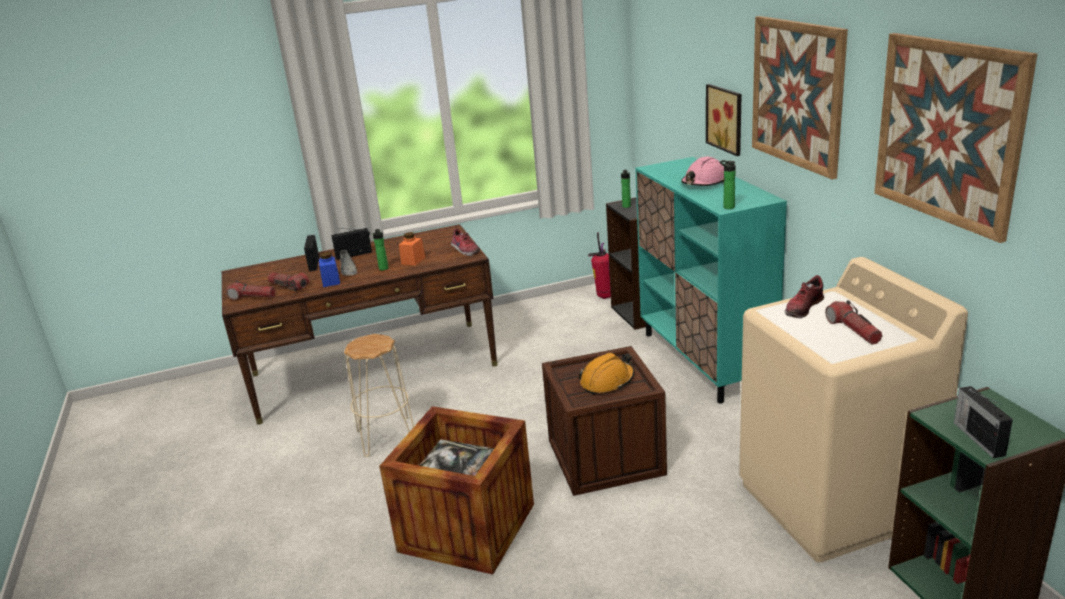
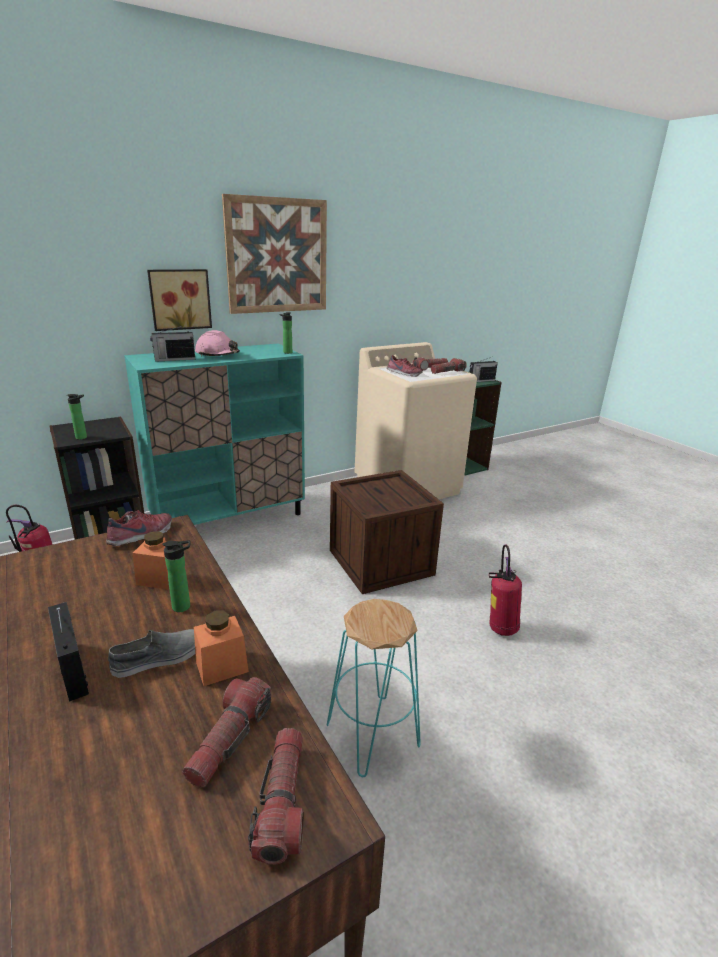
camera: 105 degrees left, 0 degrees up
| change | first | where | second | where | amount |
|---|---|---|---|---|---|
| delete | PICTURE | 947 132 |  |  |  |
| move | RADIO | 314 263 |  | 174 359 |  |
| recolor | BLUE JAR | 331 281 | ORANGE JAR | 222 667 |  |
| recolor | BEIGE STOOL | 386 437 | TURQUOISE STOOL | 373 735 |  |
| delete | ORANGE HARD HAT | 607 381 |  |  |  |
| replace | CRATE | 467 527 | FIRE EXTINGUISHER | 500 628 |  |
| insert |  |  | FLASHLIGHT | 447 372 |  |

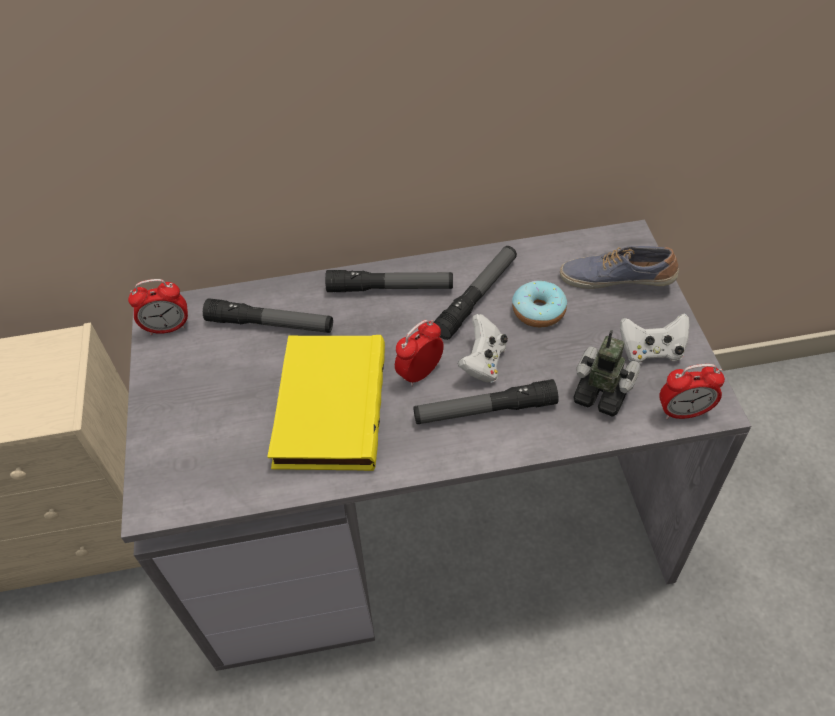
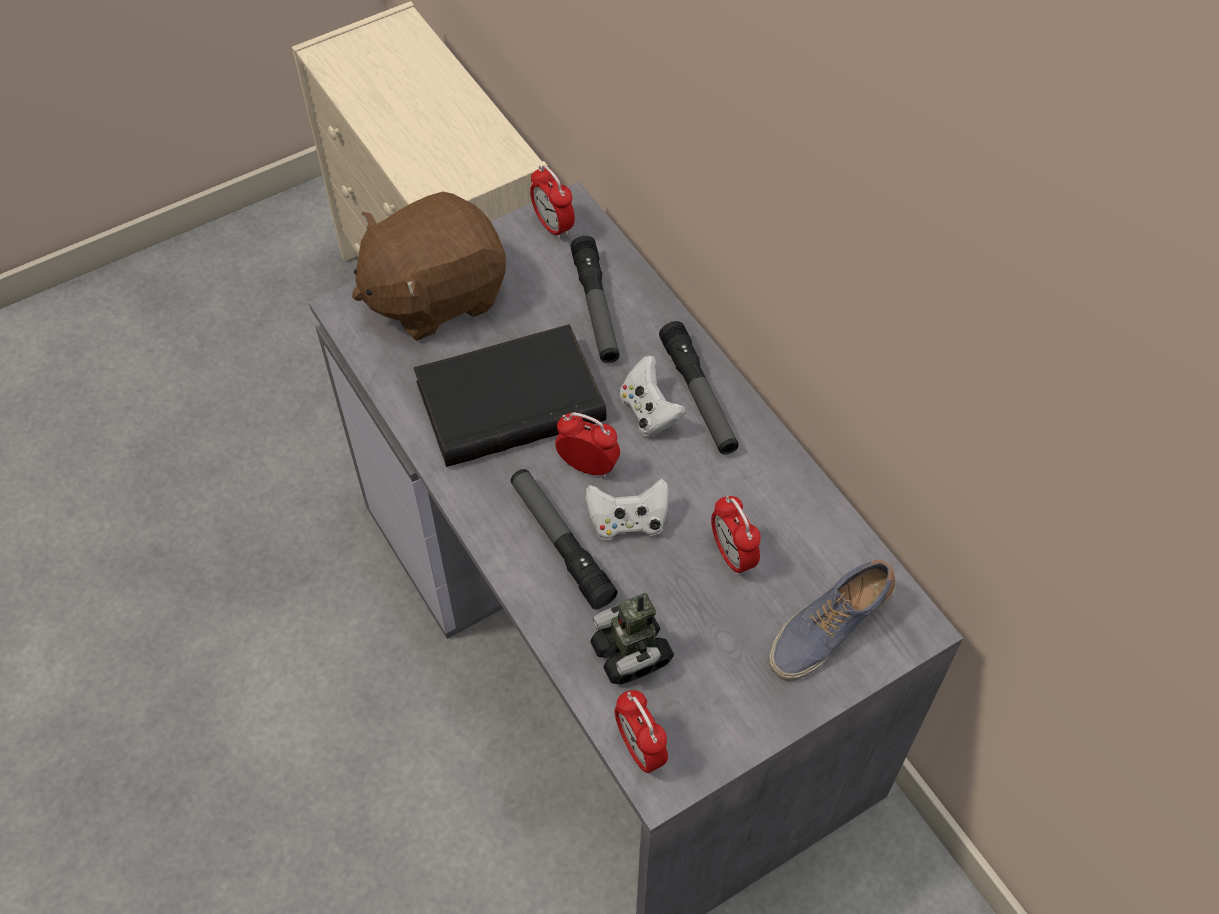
camera: 65 degrees right, 5 degrees up
| change | first | where | second | where | amount |
|---|---|---|---|---|---|
| delete | FLASHLIGHT | 477 297 |  |  |  |
| rotate | SHOE | 616 279 |  | 828 628 | 120 degrees counterclockwise |
| replace | DONUT | 538 311 | ALARM CLOCK | 732 555 |  |
| move | WHITE GAME CONTROLLER | 651 351 |  | 649 412 |  |
| rotate | TOY ROBOT | 601 394 |  | 631 654 | 150 degrees clockwise |
| recolor | YELLOW BOOK | 327 405 | BLACK BOOK | 510 398 |  |
| insert |  |  | BROWN PLUSH TOY | 434 295 |  |

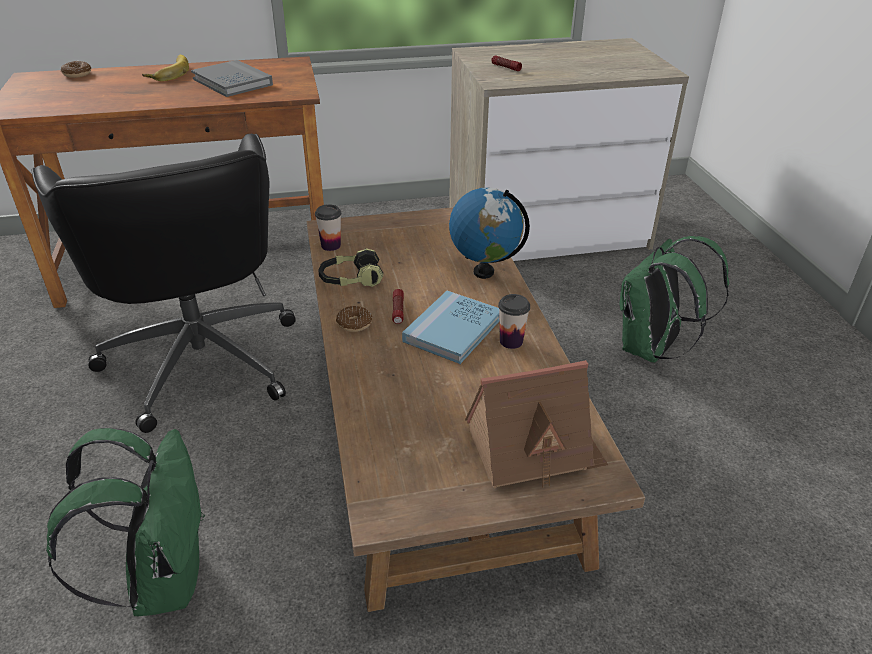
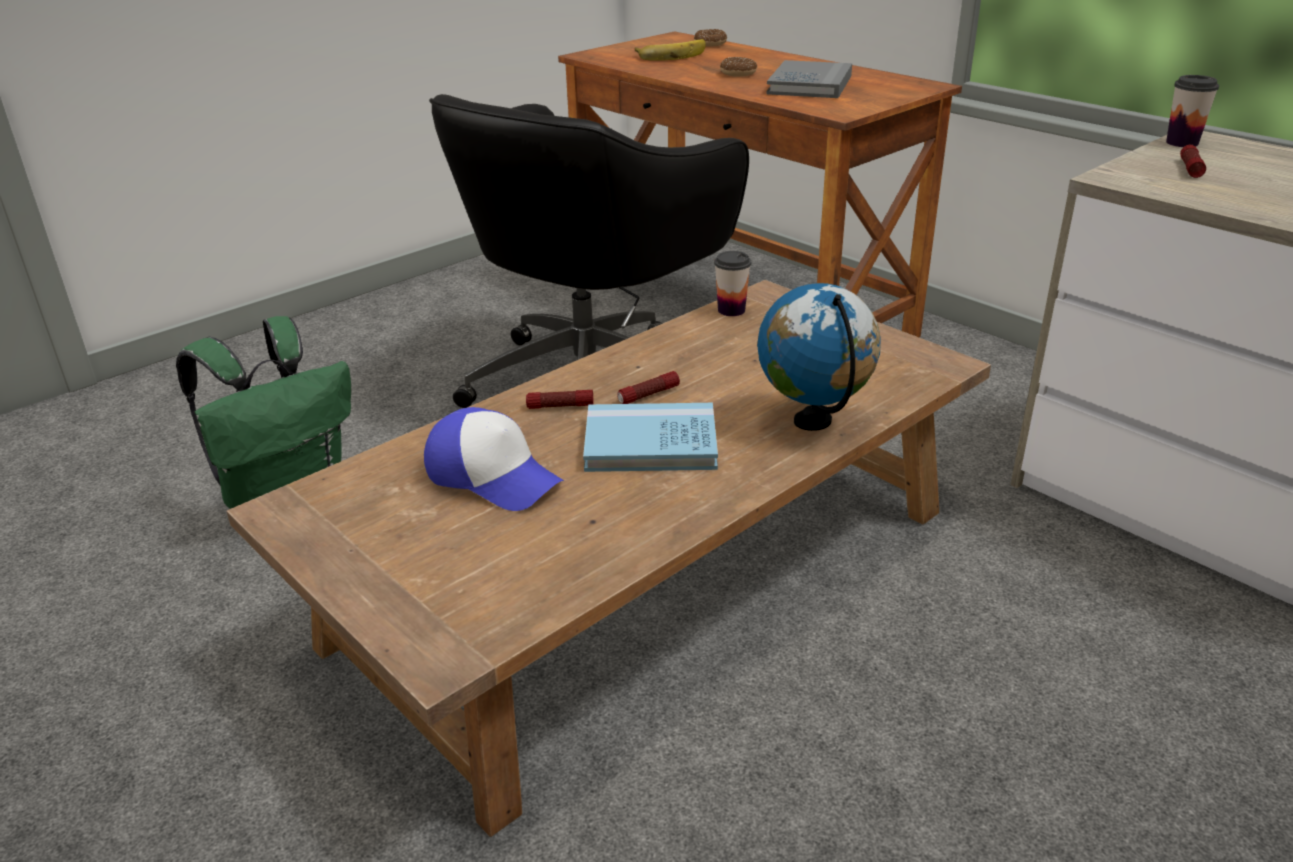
camera: 60 degrees right, 5 degrees down
| change | first | where | second | where | amount |
|---|---|---|---|---|---|
| move | BANANA | 168 72 |  | 670 55 |  |
| delete | GREEN BACKPACK | 651 349 |  |  |  |
| delete | HEADPHONES | 351 280 |  |  |  |
| move | CUP | 511 341 |  | 1182 143 |  |
| move | DONUT | 354 324 |  | 738 73 |  |
| delete | TOY HOUSE | 533 449 |  |  |  |
| insert |  |  | FLASHLIGHT | 560 406 |  |
| insert |  |  | CAP | 493 476 |  |

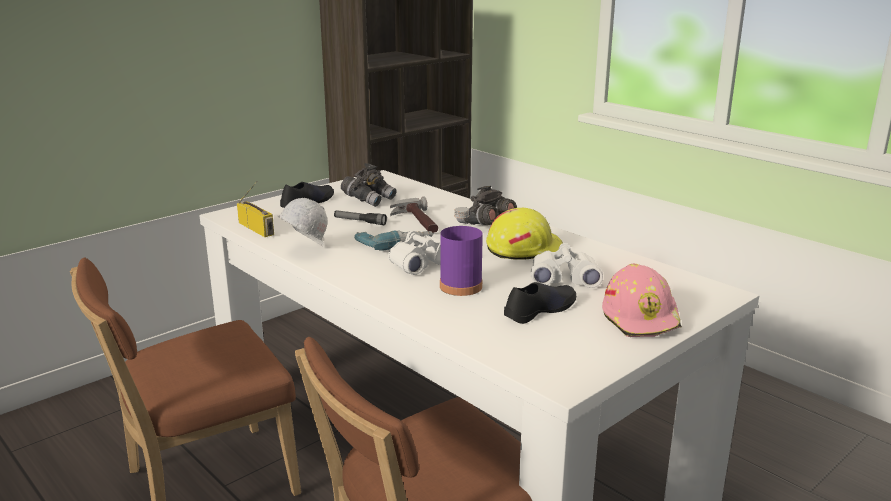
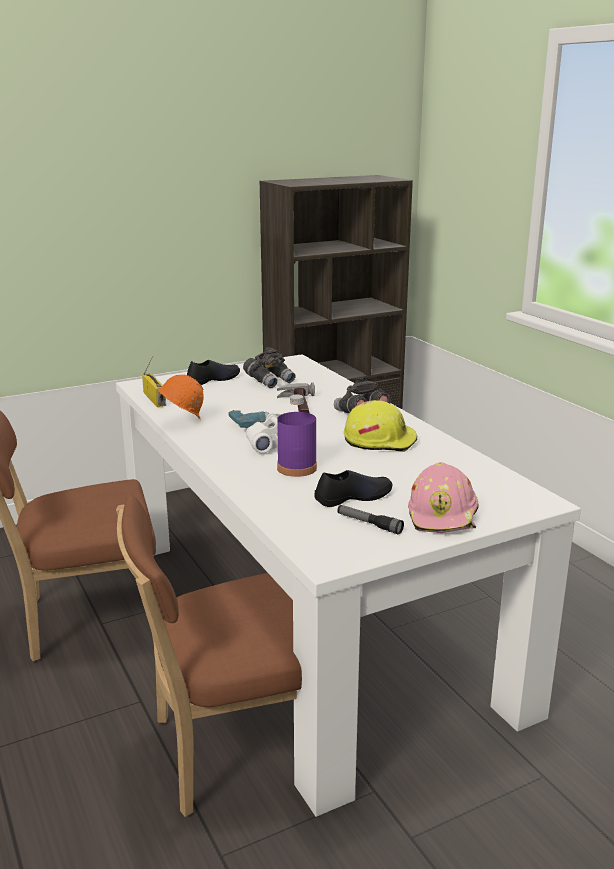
camera: 15 degrees right, 0 degrees up
| change | first | where | second | where | amount |
|---|---|---|---|---|---|
| recolor | WHITE HARD HAT | 303 250 | ORANGE HARD HAT | 182 422 |  |
| move | FLASHLIGHT | 360 222 |  | 369 524 |  |
| delete | WHITE BINOCULARS | 564 278 |  |  |  |

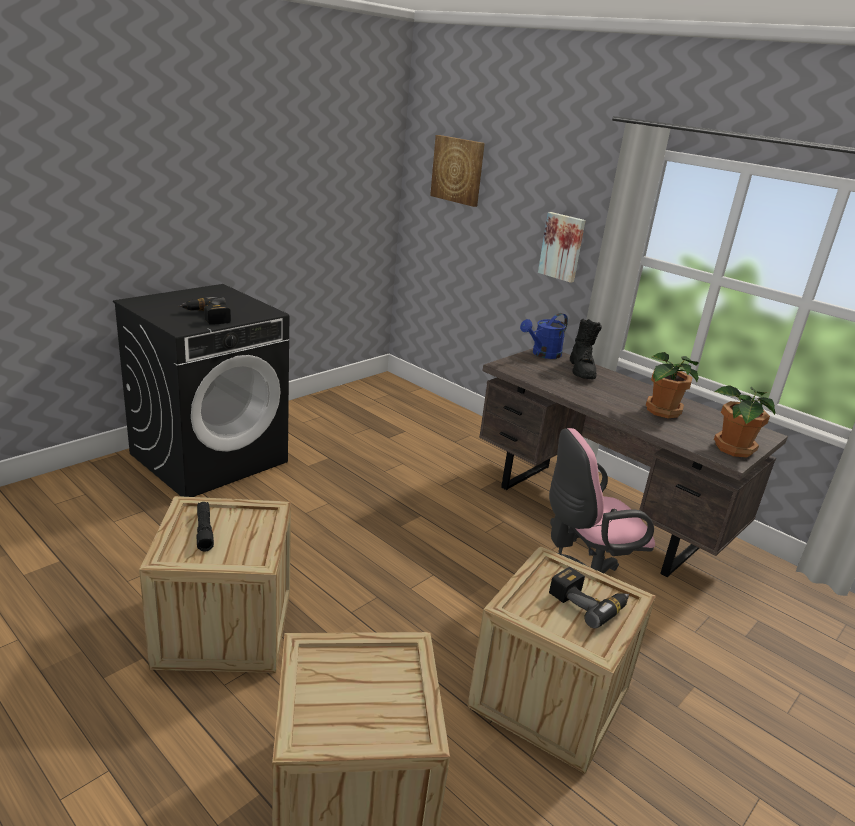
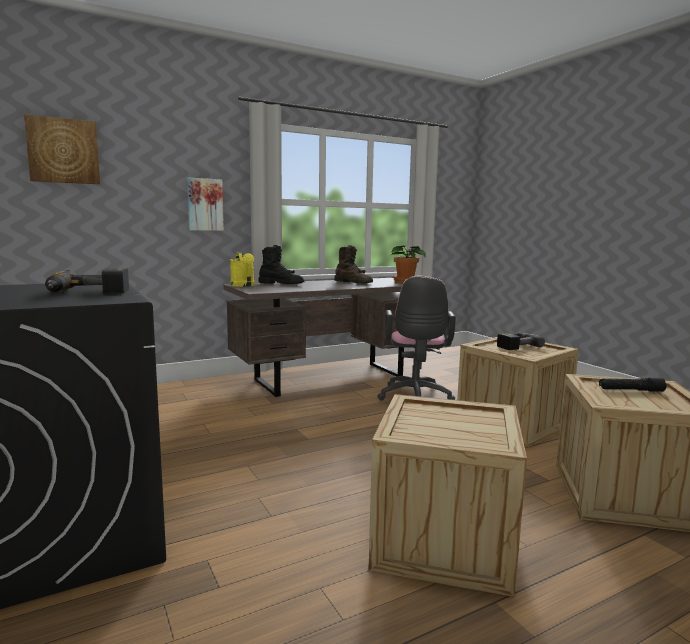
camera: 70 degrees left, 15 degrees down
| change | first | where | second | where | amount |
|---|---|---|---|---|---|
| recolor | BLUE WATERING CAN | 543 354 | YELLOW WATERING CAN | 243 285 |  |
| replace | POTTED PLANT | 661 411 | BROWN BOOT | 353 283 |  |
| move | BLACK FLASHLIGHT | 204 530 |  | 631 390 |  |

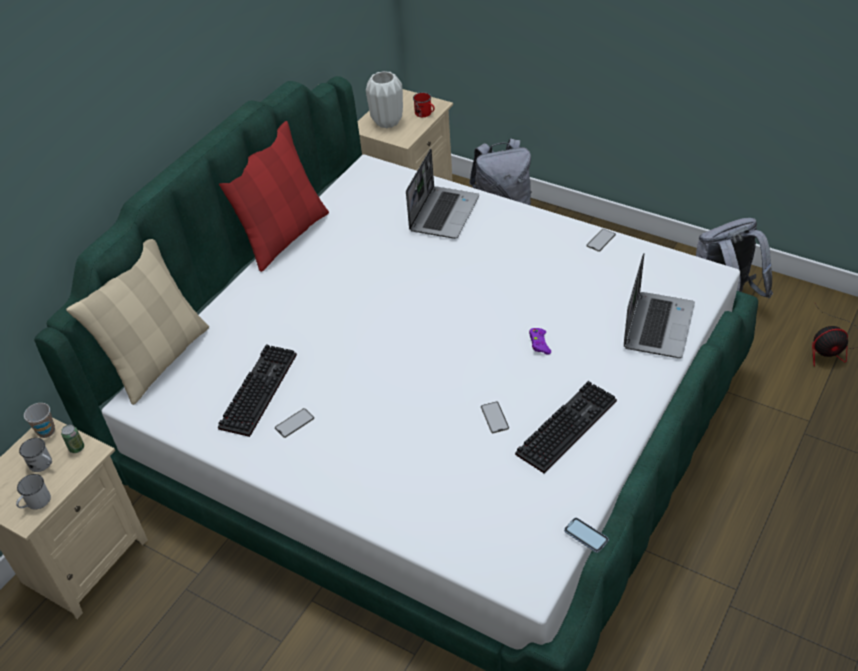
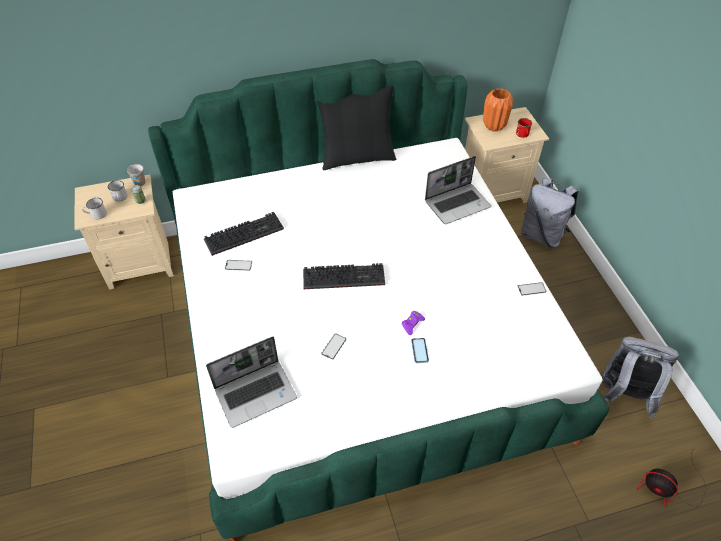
camera: 40 degrees right, 5 degrees up
| change | first | where | second | where | amount |
|---|---|---|---|---|---|
| recolor | WHITE VASE | 388 122 | ORANGE VASE | 494 126 |  |
| recolor | RED PILLOW | 283 236 | BLACK PILLOW | 357 157 |  |
| delete | BEIGE PILLOW | 158 359 |  |  |  |
| move | LAPTOP | 657 325 |  | 256 393 |  |
| move | KEYBOARD | 566 425 |  | 345 276 |  |
| move | PHONE | 586 536 |  | 419 351 |  |

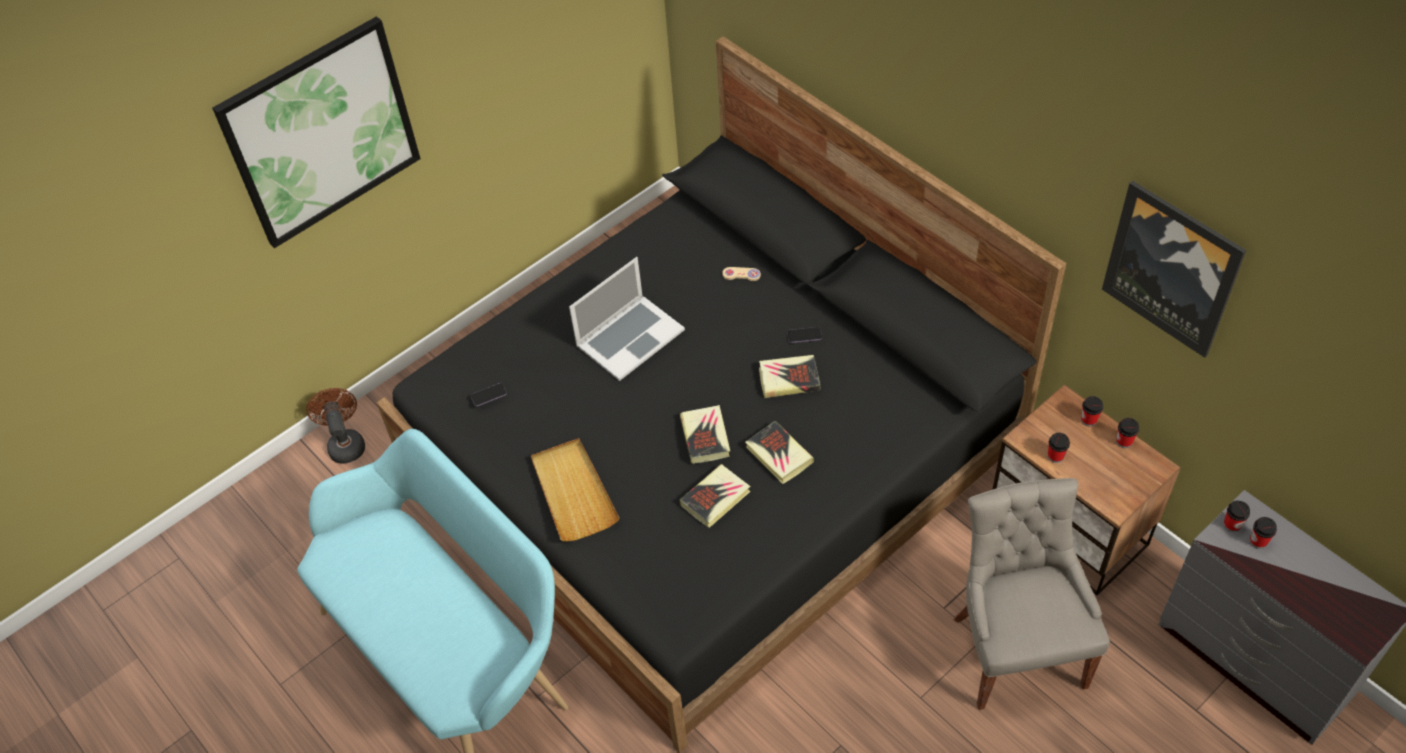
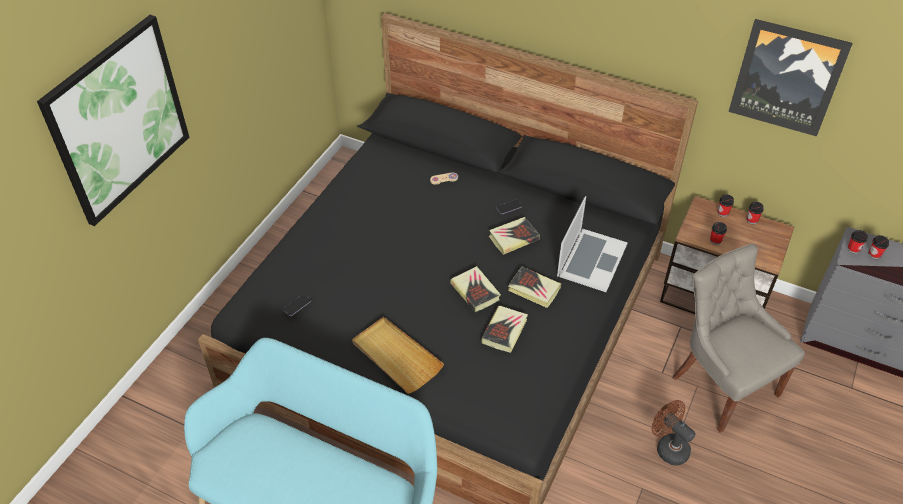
camera: 25 degrees left, 5 degrees down
| change | first | where | second | where | amount |
|---|---|---|---|---|---|
| move | LAPTOP | 629 337 |  | 591 259 |  |
| move | BROWN FAN | 345 443 |  | 668 447 |  |

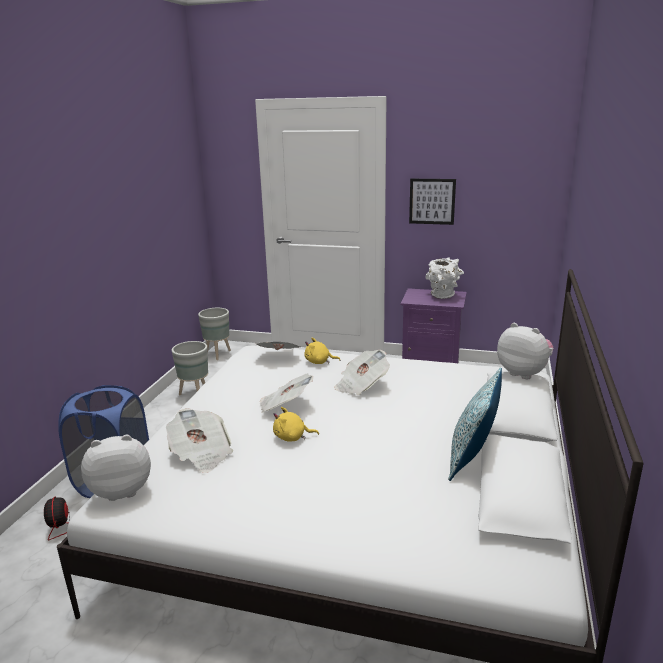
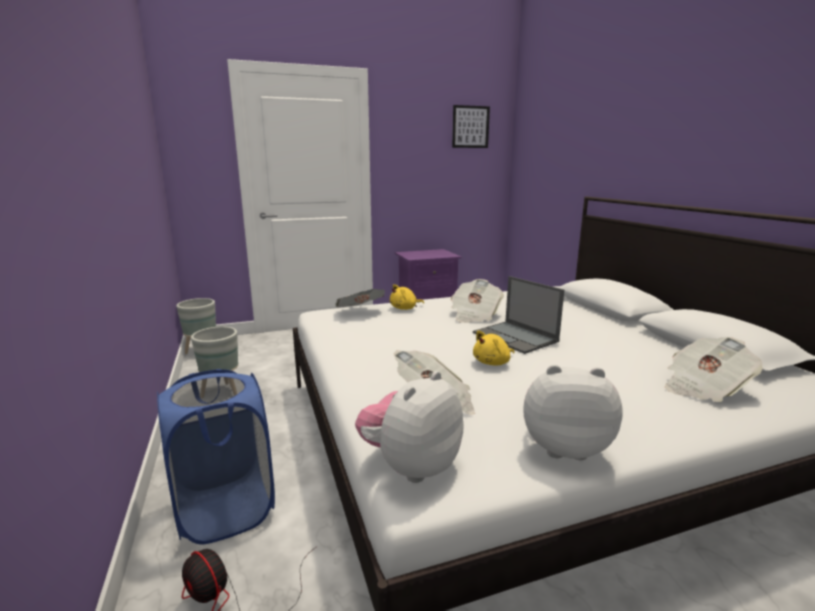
camera: 35 degrees left, 5 degrees down
| change | first | where | second | where | amount |
|---|---|---|---|---|---|
| move | PICTURE | 432 201 |  | 470 127 |  |
| delete | WHITE VASE | 443 296 |  |  |  |
| move | PLUSH TOY | 523 373 |  | 564 447 |  |
| delete | PILLOW | 472 458 |  |  |  |
| move | NEWSPAPER | 285 406 |  | 703 388 |  |
| insert |  |  | LAPTOP | 516 337 |  |

